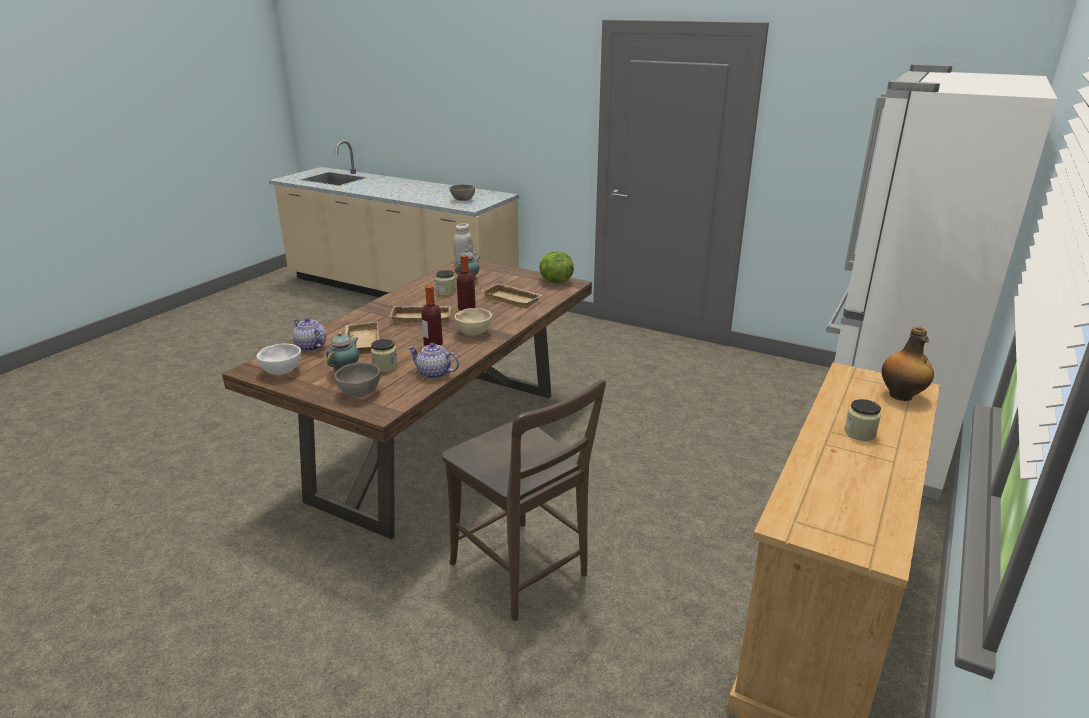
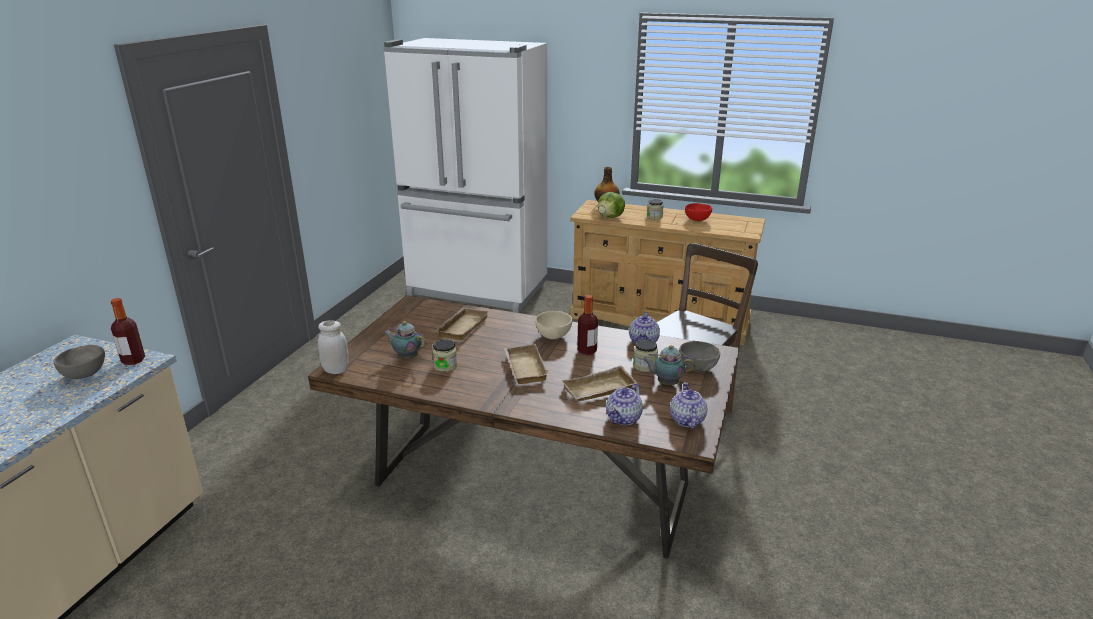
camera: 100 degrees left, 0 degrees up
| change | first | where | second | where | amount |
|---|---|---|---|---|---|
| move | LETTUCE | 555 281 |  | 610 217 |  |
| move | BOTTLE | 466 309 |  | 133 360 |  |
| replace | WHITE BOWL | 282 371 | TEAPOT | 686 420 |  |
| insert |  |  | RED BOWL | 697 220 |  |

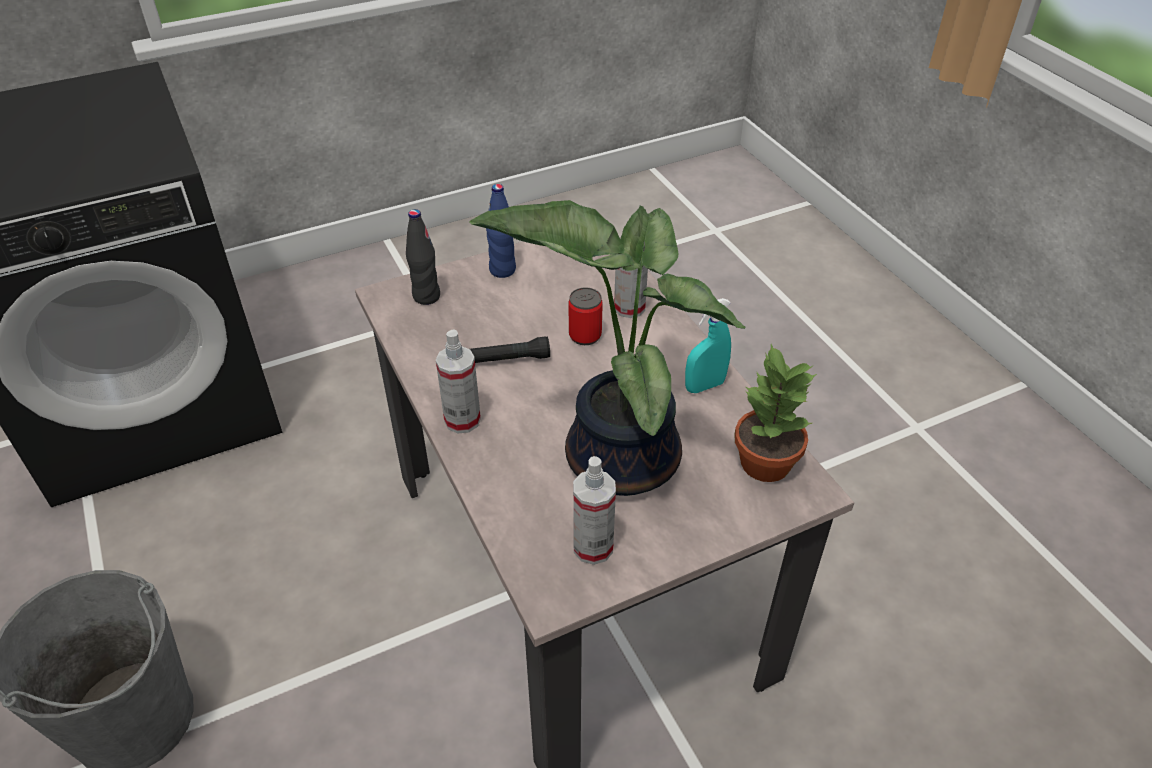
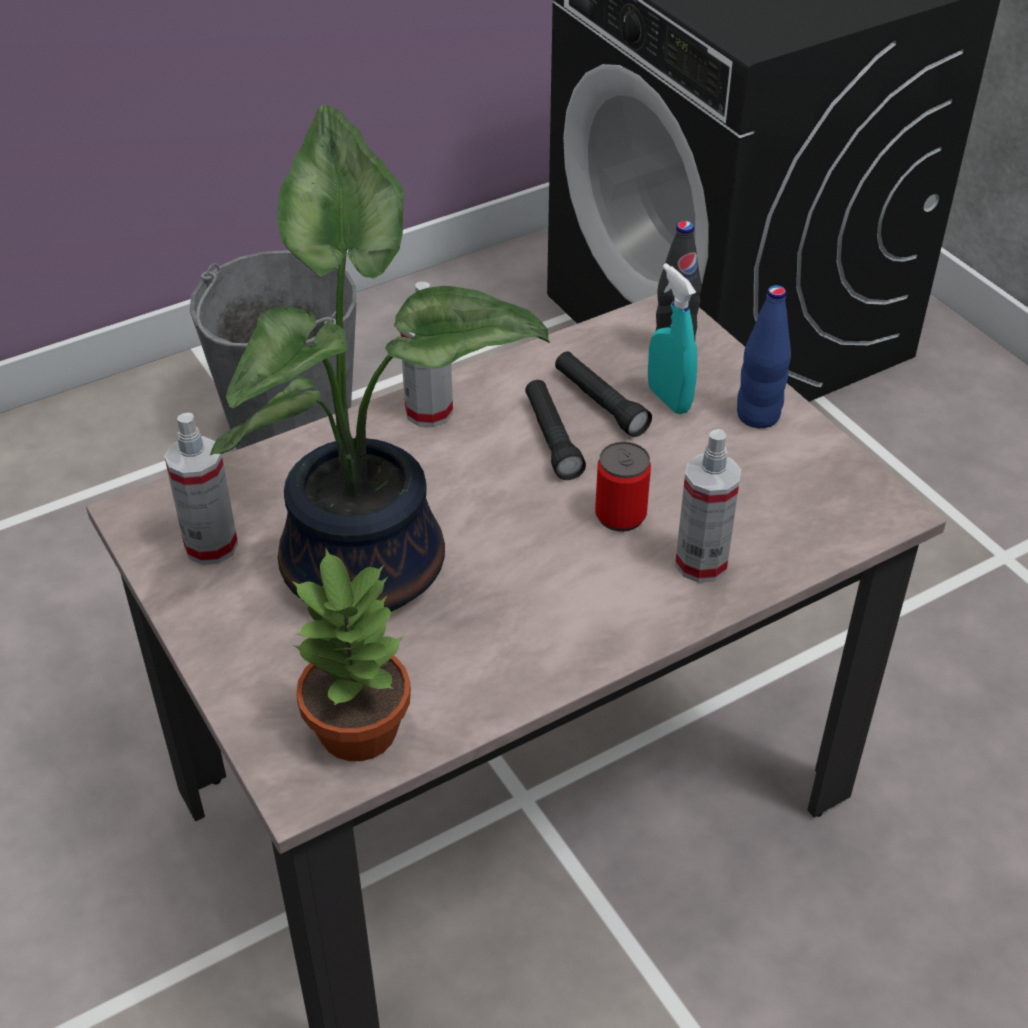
camera: 85 degrees right, 0 degrees up
| change | first | where | second | where | amount |
|---|---|---|---|---|---|
| move | TURQUOISE SPRAY BOTTLE | 704 386 |  | 668 399 |  |
| insert |  |  | BLACK FLASHLIGHT | 600 403 |  |

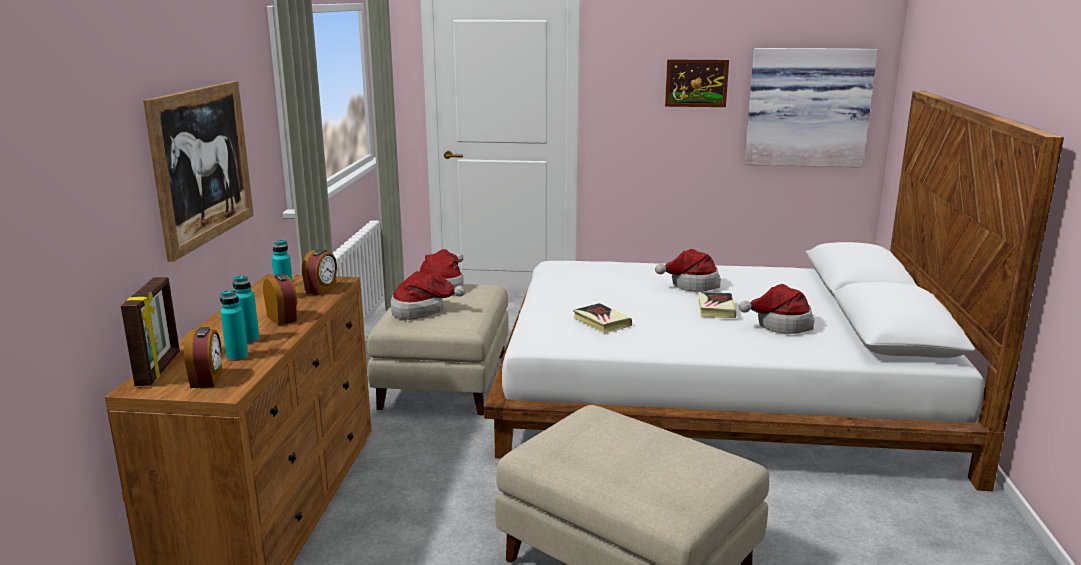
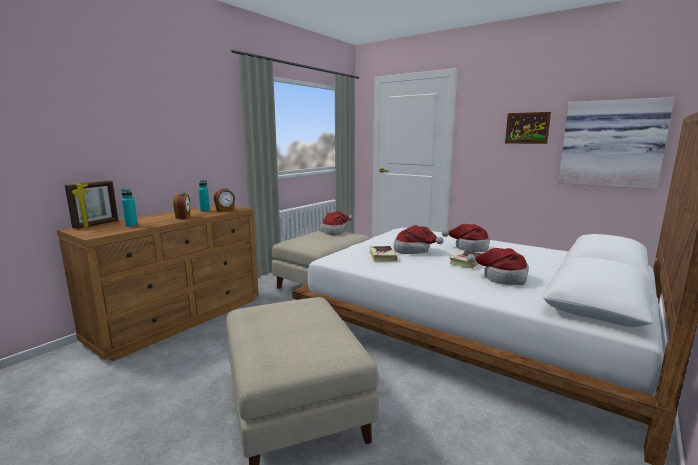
camera: 30 degrees right, 5 degrees down
| change | first | where | second | where | amount |
|---|---|---|---|---|---|
| delete | PICTURE | 202 165 |  |  |  |
| move | HAT | 422 310 |  | 414 250 |  |
| delete | TURQUOISE BOTTLE | 249 340 |  |  |  |
| delete | ALARM CLOCK | 207 379 |  |  |  |

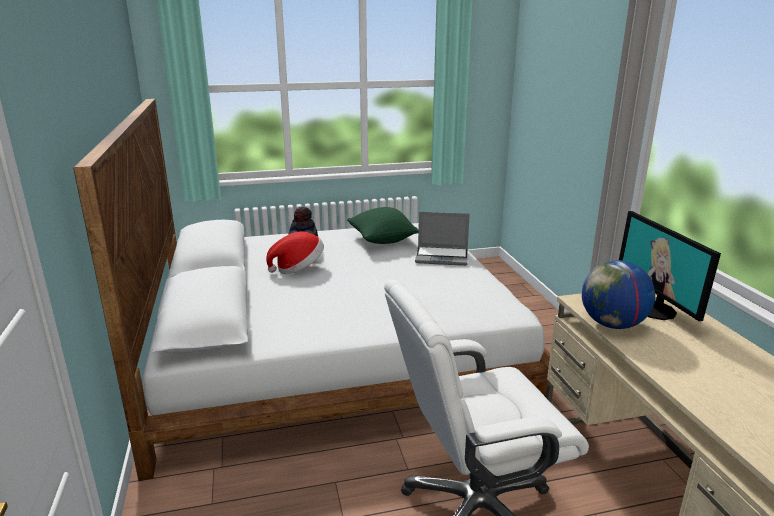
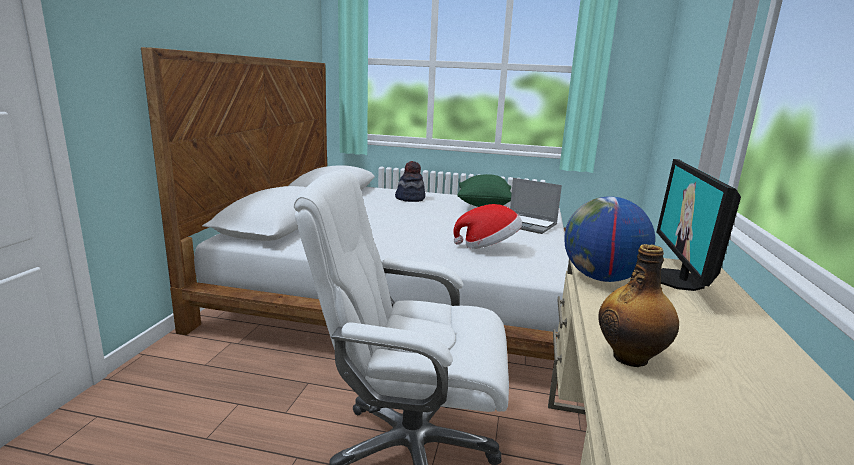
camera: 25 degrees right, 5 degrees down
| change | first | where | second | where | amount |
|---|---|---|---|---|---|
| move | HAT | 298 268 |  | 488 246 |  |
| insert |  |  | BOTTLE | 631 357 |  |

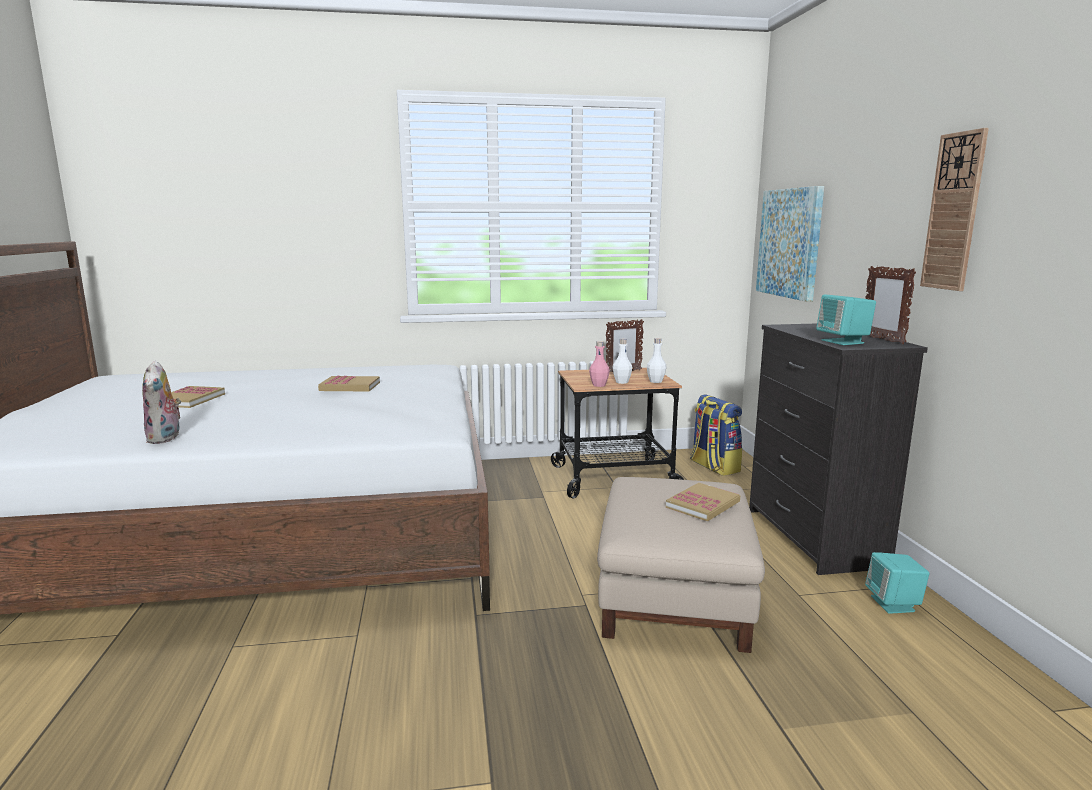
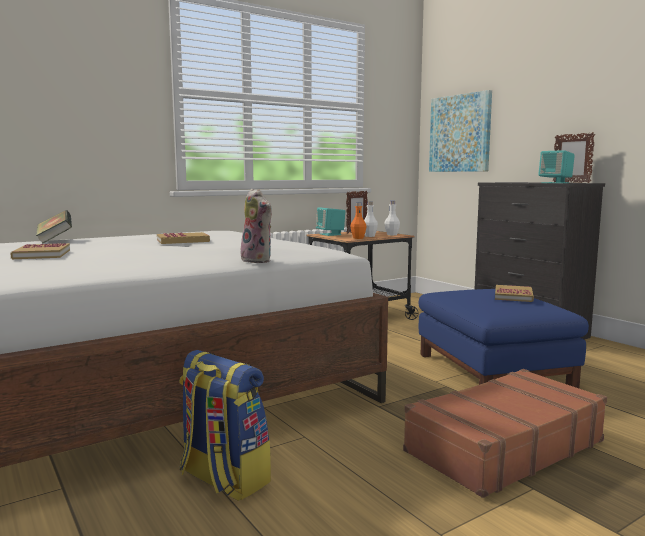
camera: 25 degrees left, 5 degrees down
| change | first | where | second | where | amount |
|---|---|---|---|---|---|
| delete | WALL CLOCK | 954 212 |  |  |  |
| recolor | PINK BOTTLE | 599 385 | ORANGE BOTTLE | 358 238 |  |
| move | PLUSH TOY | 166 438 |  | 259 260 |  |
| move | BACKPACK | 713 467 |  | 223 479 |  |
| recolor | BEIGE OTTOMAN | 672 594 | BLUE OTTOMAN | 491 370 |  |
| move | TURQUOISE SPEAKER | 893 604 |  | 330 234 |  |
| insert |  |  | BOOK | 55 241 |  |
| insert |  |  | BROWN SUITCASE | 503 446 |  |

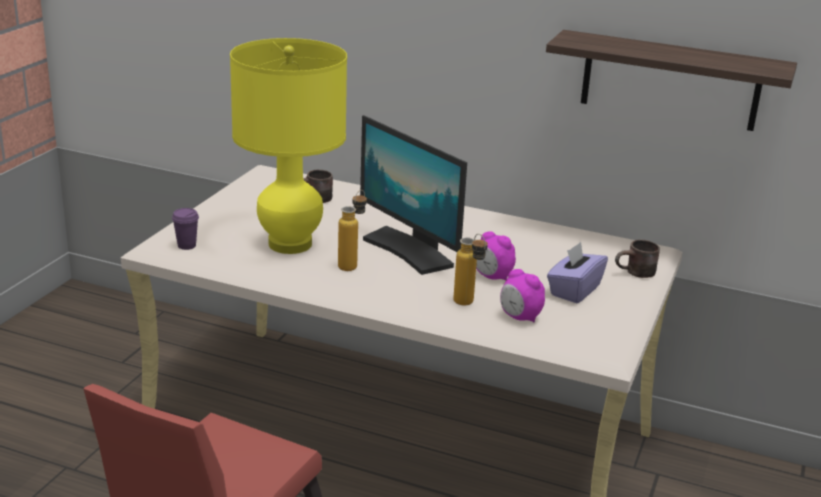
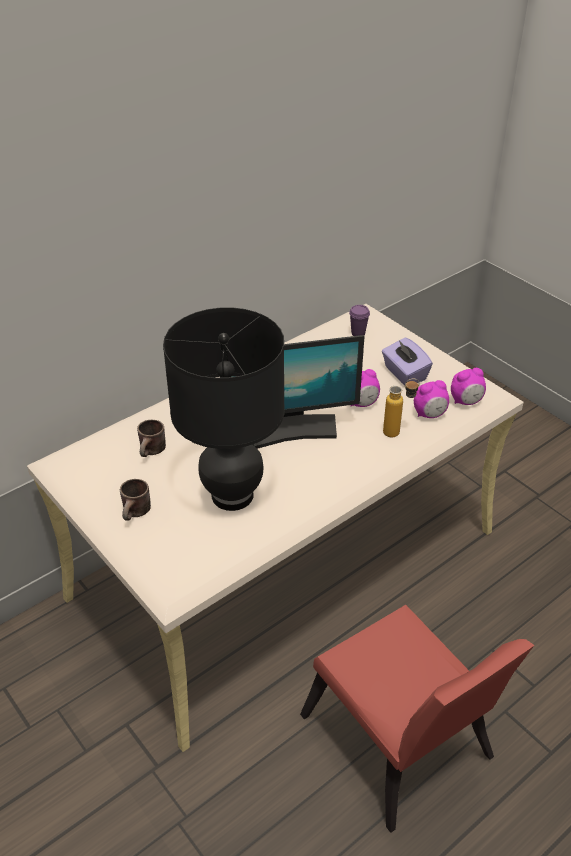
camera: 60 degrees left, 15 degrees up
| change | first | where | second | where | amount |
|---|---|---|---|---|---|
| delete | SHELF | 670 81 |  |  |  |
| recolor | YELLOW TABLE LAMP | 290 244 | BLACK TABLE LAMP | 232 495 |  |
| delete | BOTTLE | 352 264 |  |  |  |
| move | PURPLE CUP | 187 245 |  | 358 333 |  |
| move | BROWN MUG | 636 274 |  | 137 513 |  |
| insert |  |  | ALARM CLOCK | 466 401 |  |

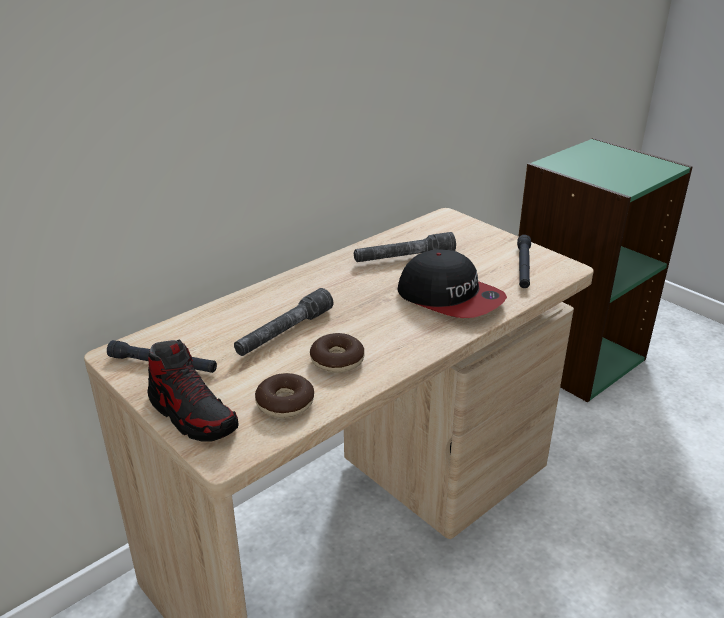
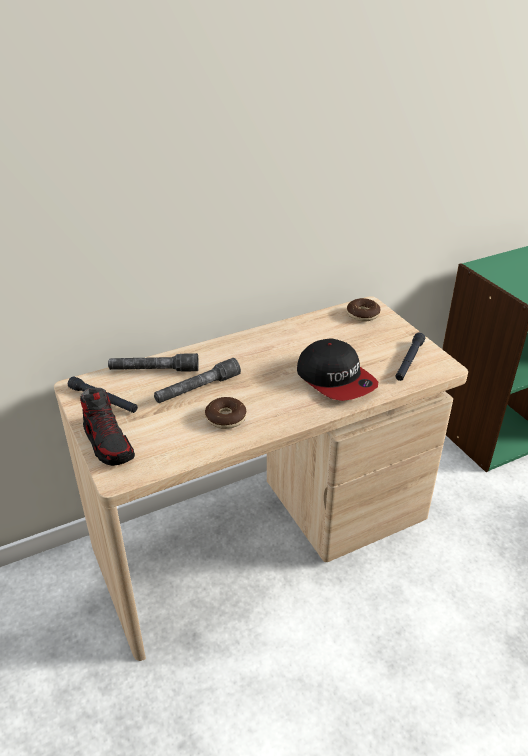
camera: 15 degrees right, 5 degrees up
| change | first | where | second | where | amount |
|---|---|---|---|---|---|
| move | GREY FLASHLIGHT | 404 258 |  | 154 370 |  |
| move | DONUT | 285 403 |  | 362 315 |  |

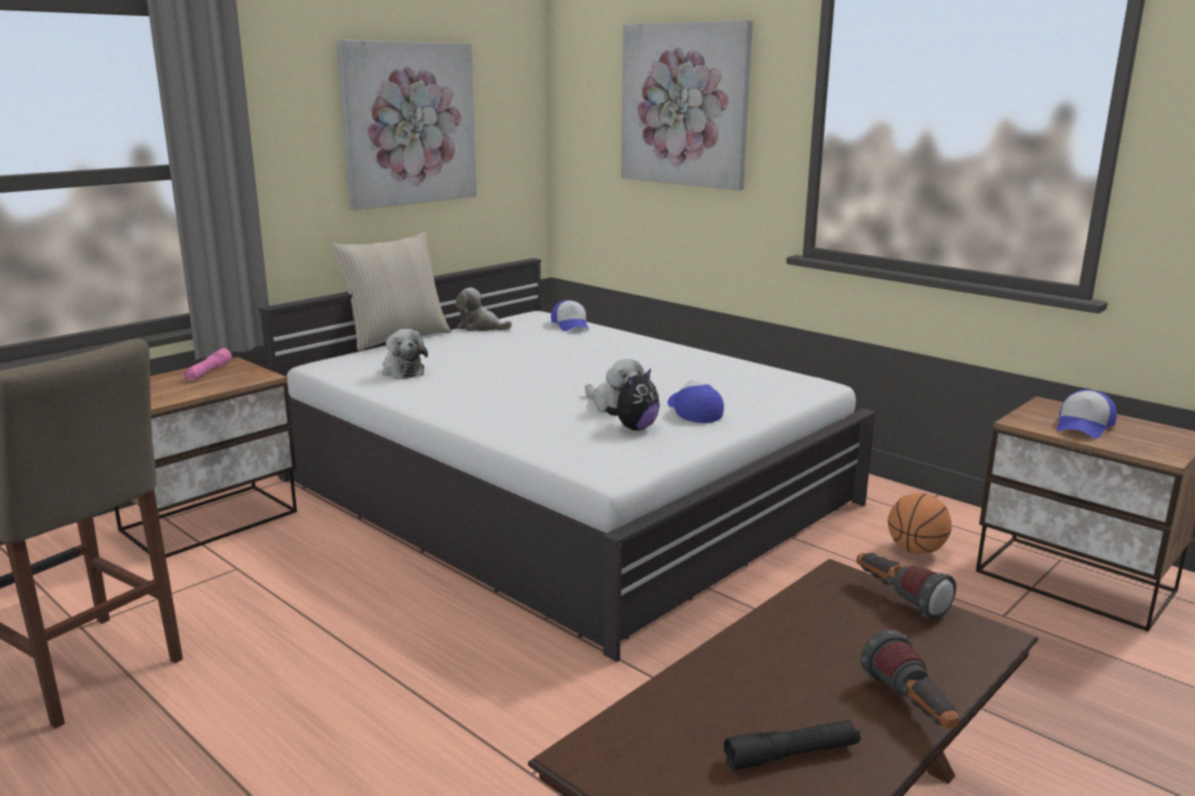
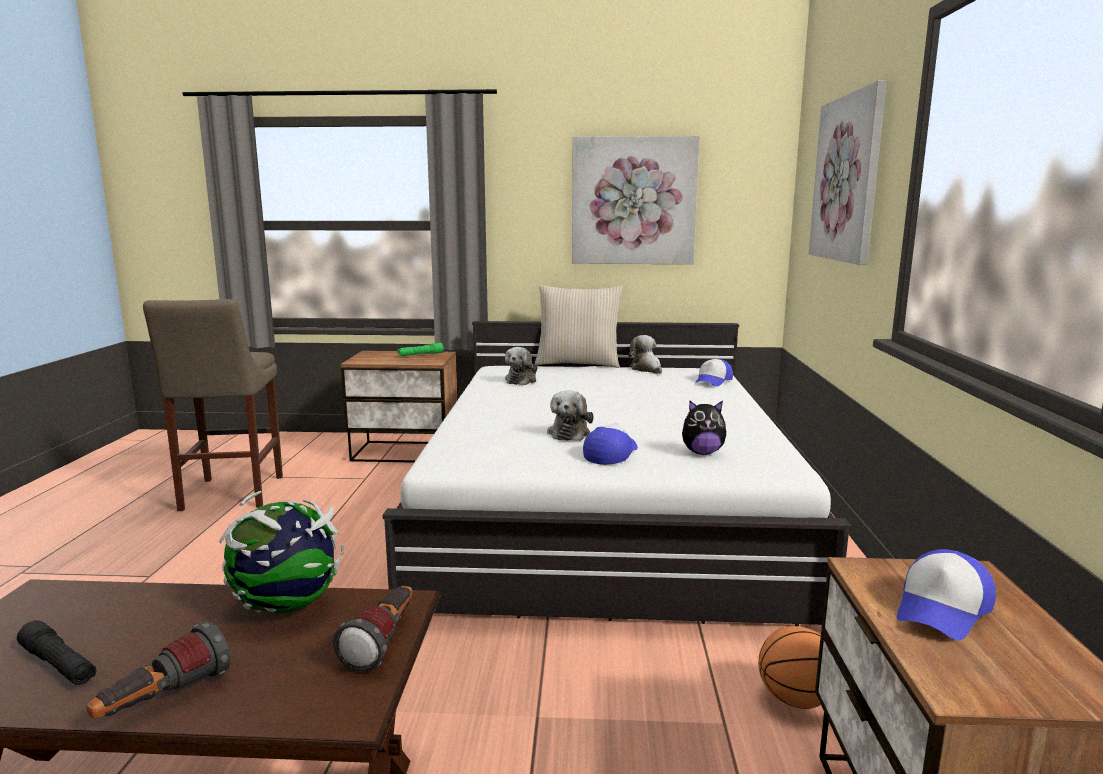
camera: 50 degrees right, 5 degrees down
| change | first | where | second | where | amount |
|---|---|---|---|---|---|
| recolor | PINK FLASHLIGHT | 208 372 | GREEN FLASHLIGHT | 420 354 |  |
| move | PLUSH TOY | 635 428 |  | 702 452 |  |
| rotate | CAP | 1084 426 |  | 942 609 | 45 degrees counterclockwise |
| insert |  |  | GLOBE | 287 606 |  |

